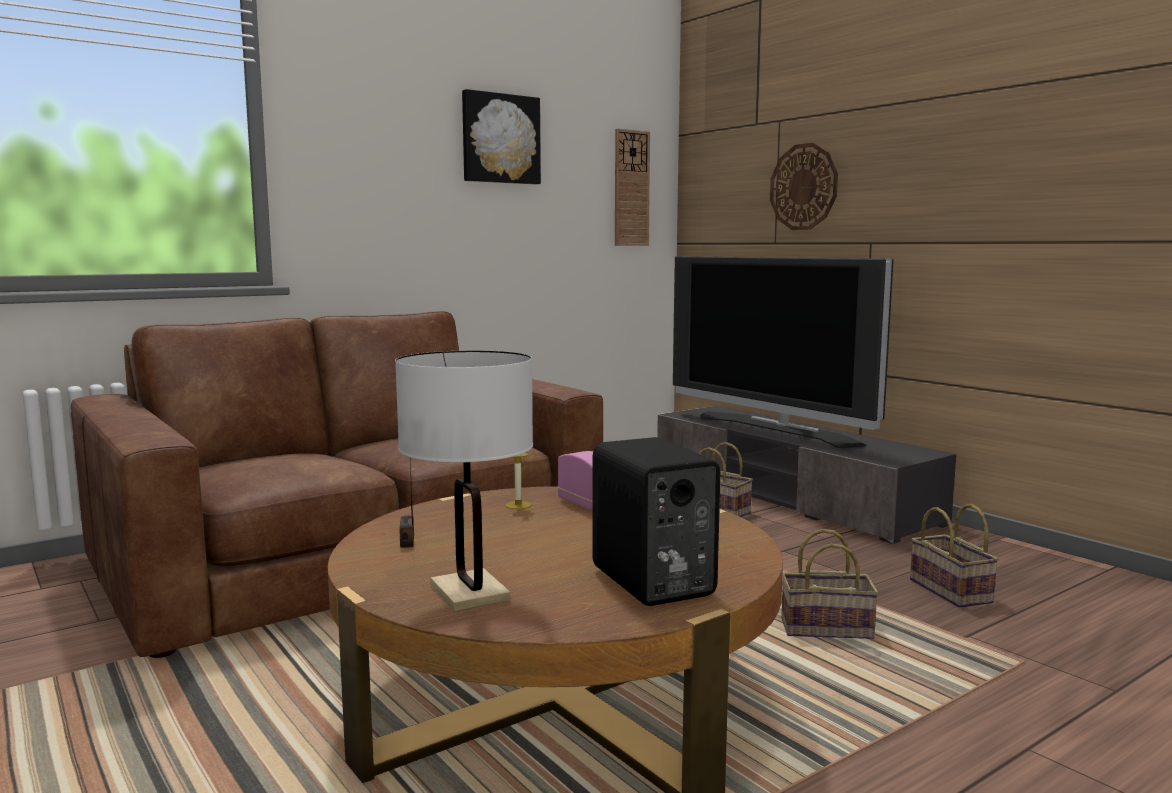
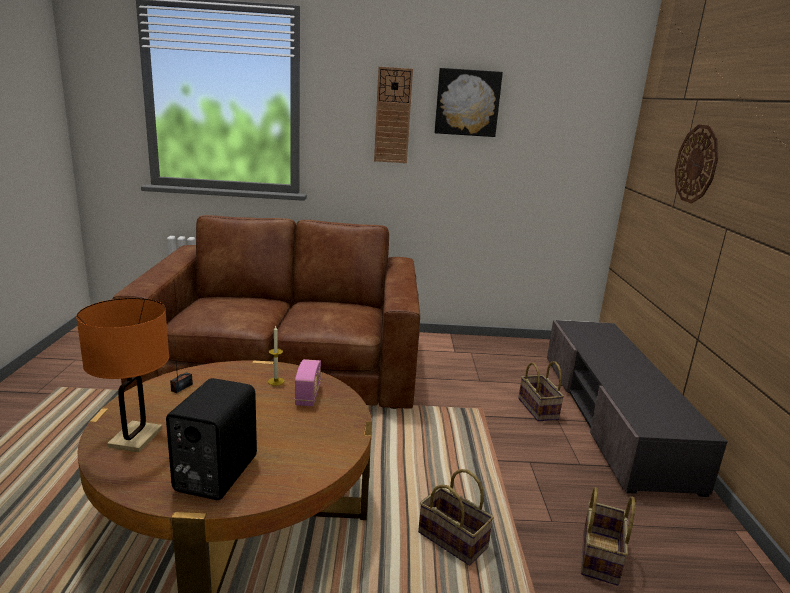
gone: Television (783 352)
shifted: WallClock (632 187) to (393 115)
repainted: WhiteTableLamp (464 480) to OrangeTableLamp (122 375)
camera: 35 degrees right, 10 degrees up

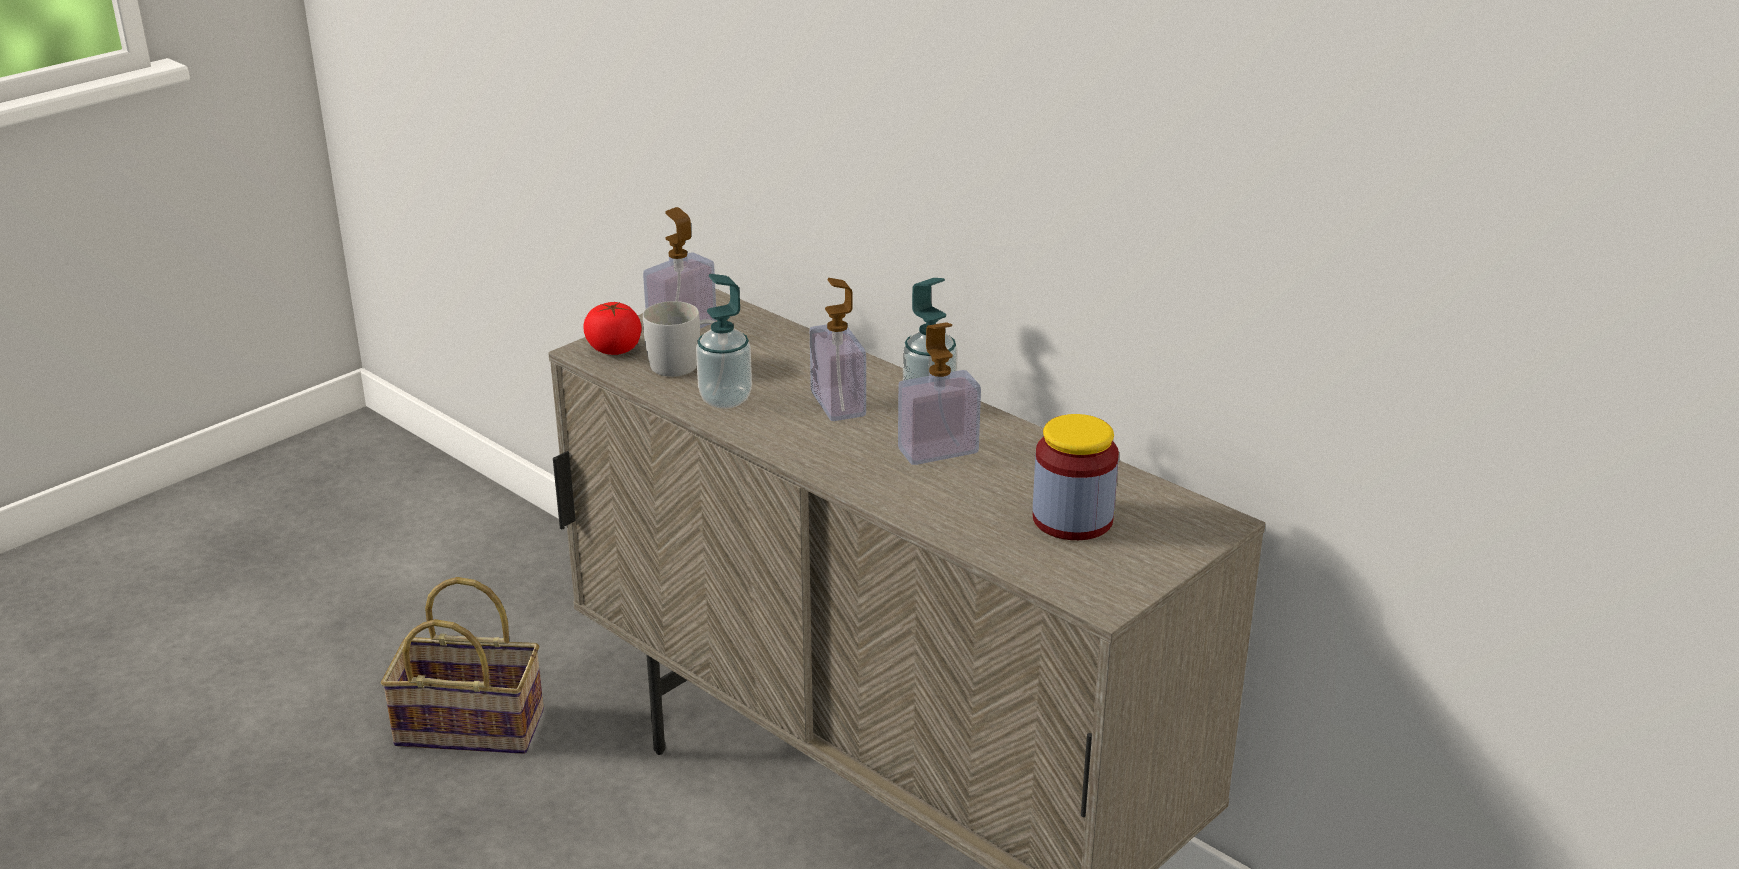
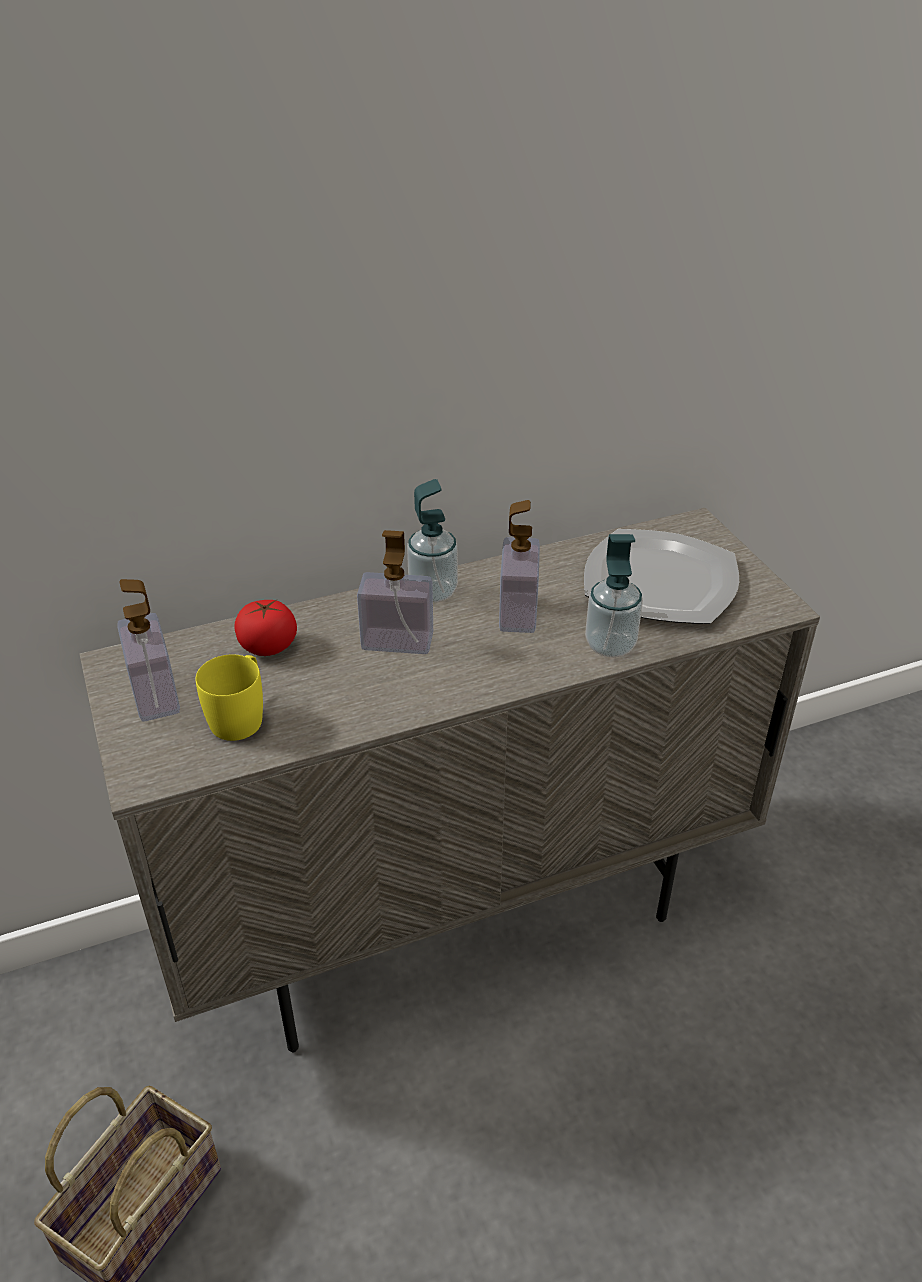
shifted: Tomato (613 328) to (265 628); SoapDispenser (724 341) to (614 596)
swapped: Jar (1076 477) to Plate (661 576)
repainted: WhiteMug (679 339) to YellowMug (229 697)
camera: 65 degrees left, 10 degrees up

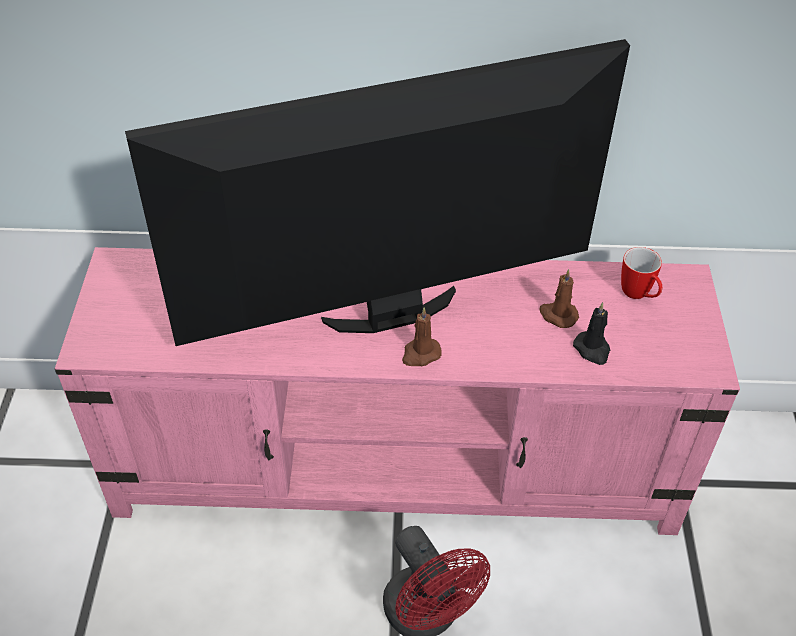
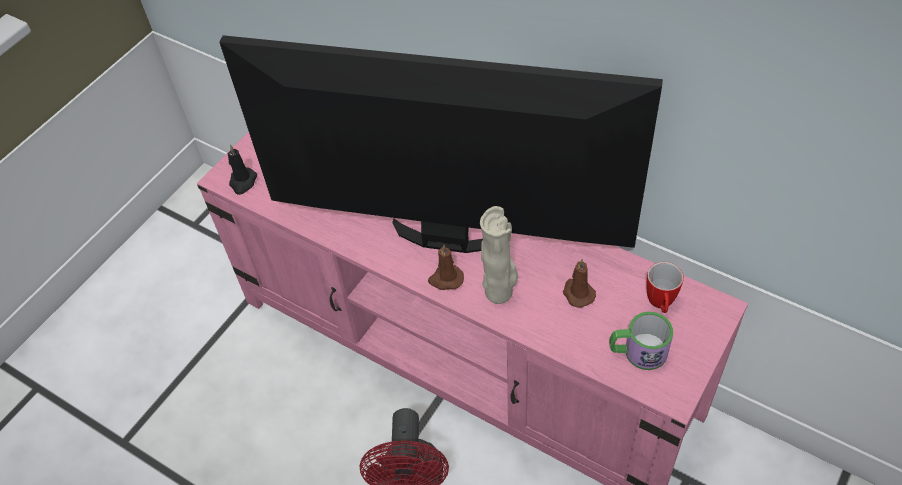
new: BeigeVase (499 255); Mug (641 341)
shifted: BlackCandle (591 333) to (242 170)
camera: 35 degrees right, 5 degrees up

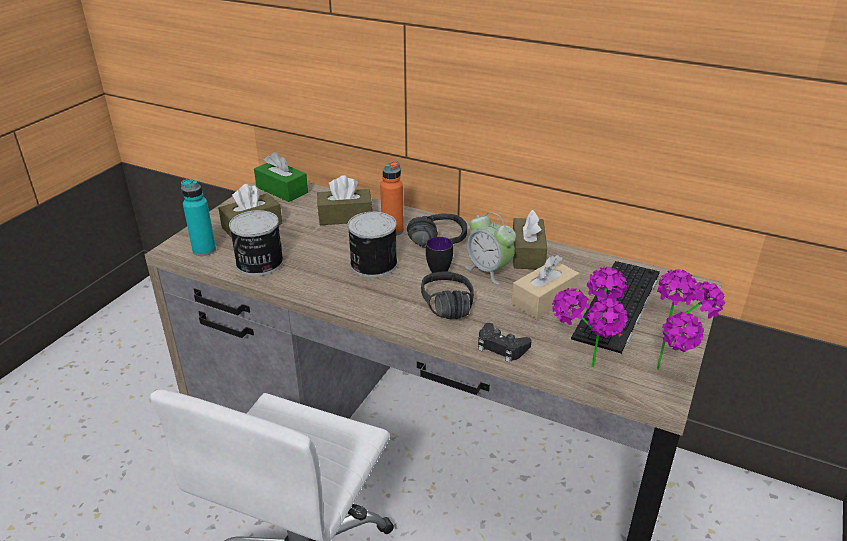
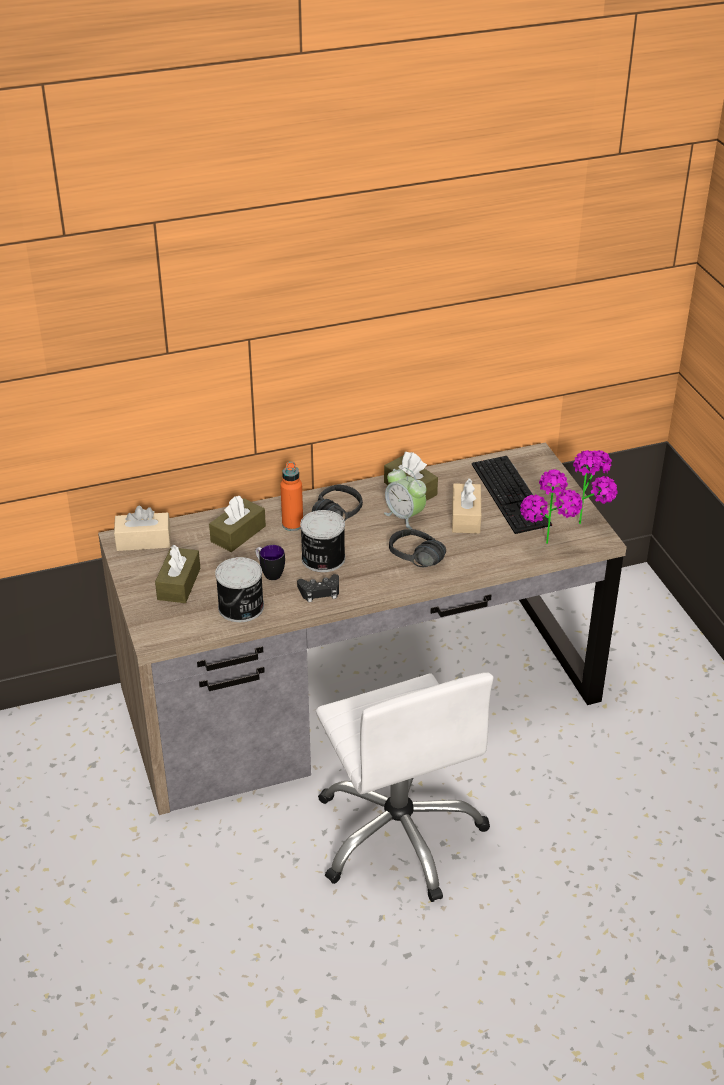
gone: TurquoiseBottle (198 217)
shifted: Mug (439 255) to (270 562); BlackGameController (505 343) to (318 588)
repainted: GreenTissueBox (281 177) to BeigeTissueBox (142 528)
rotated: AlarmClock (490 248) = (405 498) 45 degrees clockwise
camera: 45 degrees left, 5 degrees up

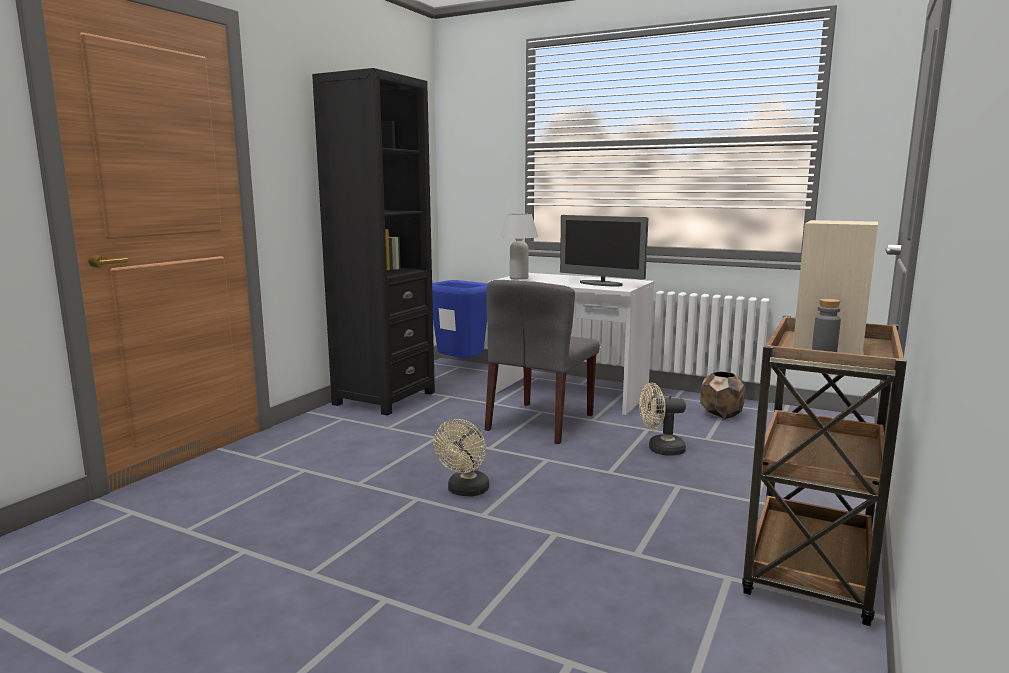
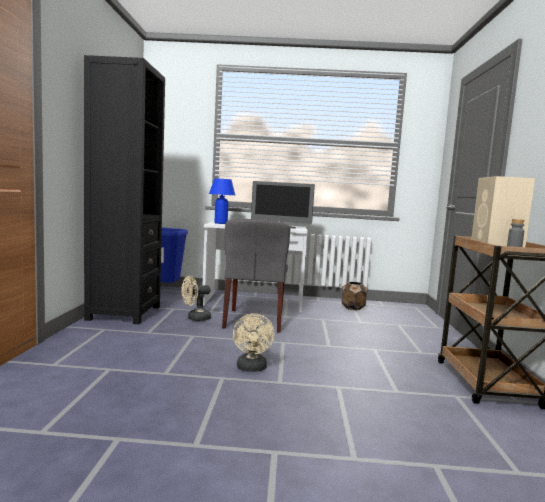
shifted: BeigeFan (662 419) to (196 298)
repainted: WhiteTableLamp (519 247) to BlueTableLamp (222 201)
camera: 25 degrees left, 5 degrees down

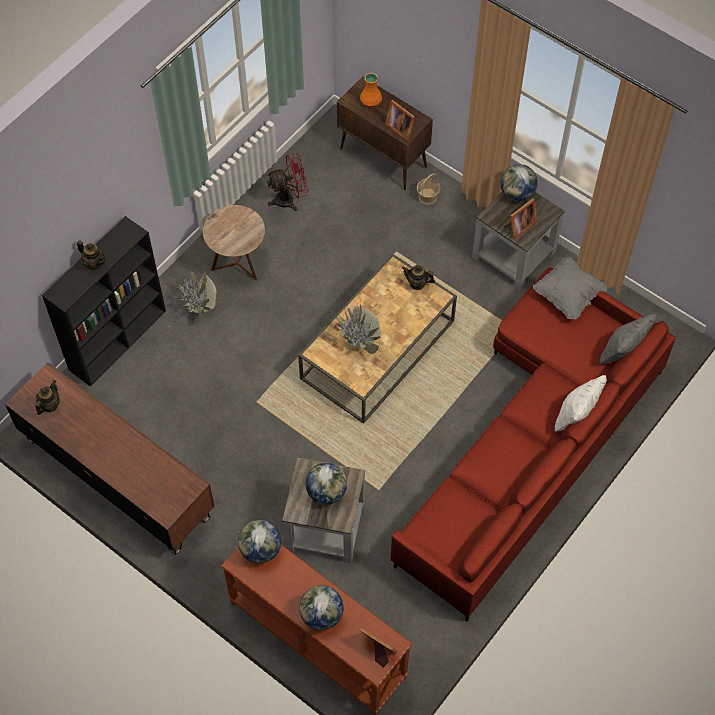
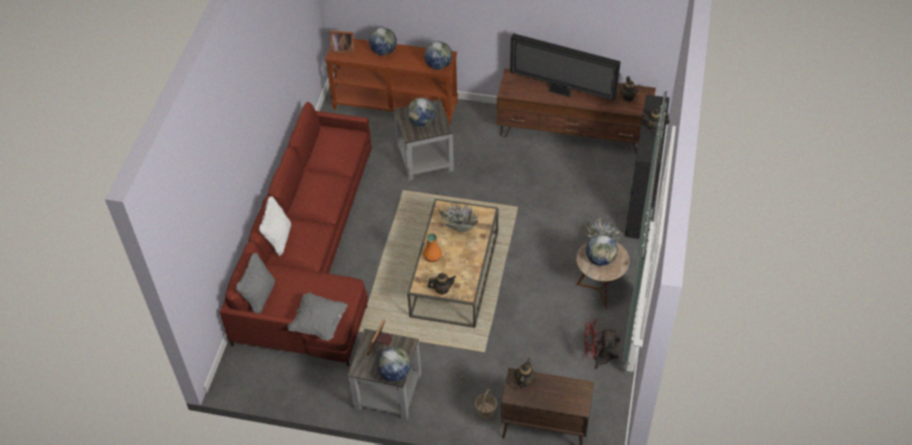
new: Television (565 66); Globe (602 250)
shifted: OrangeVase (371 90) to (432 247)
swapped: PictureFrame (400 120) to Teapot (525 374)
rotated: RedFan (288 182) = (602 344) 45 degrees clockwise
camera: 155 degrees right, 10 degrees down

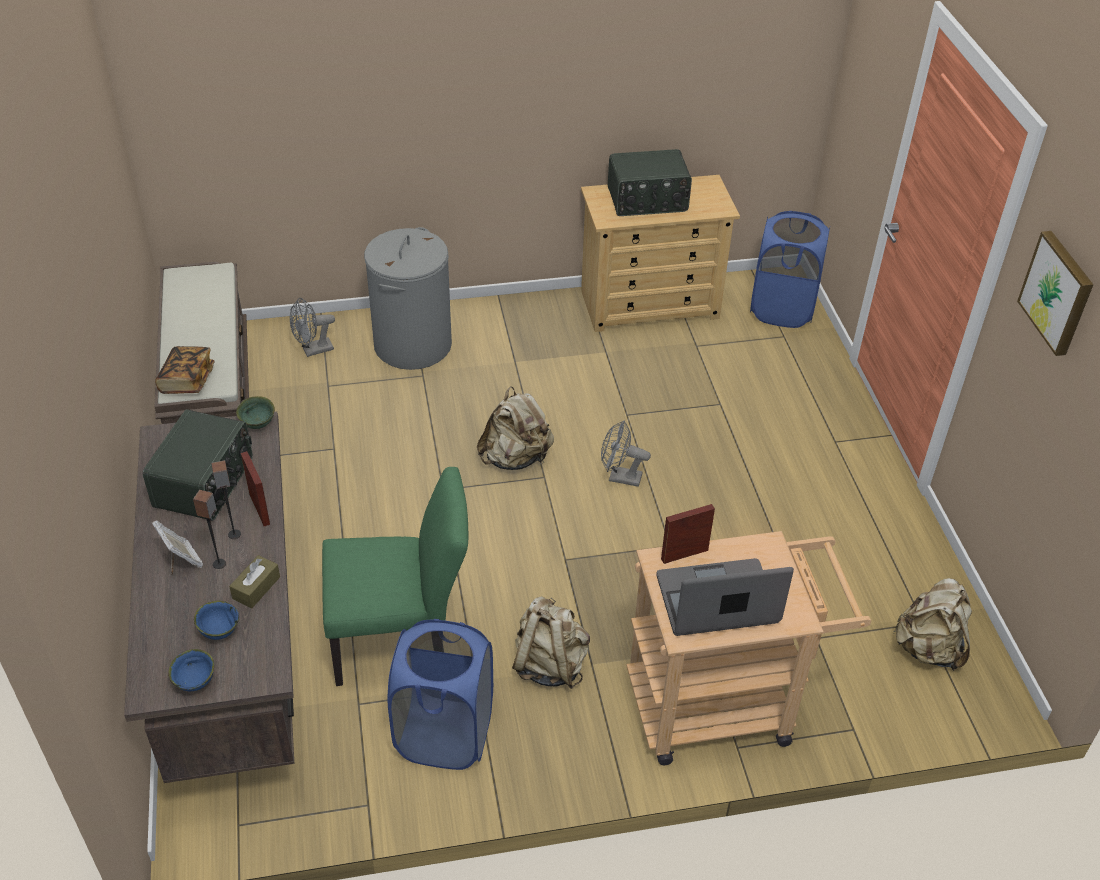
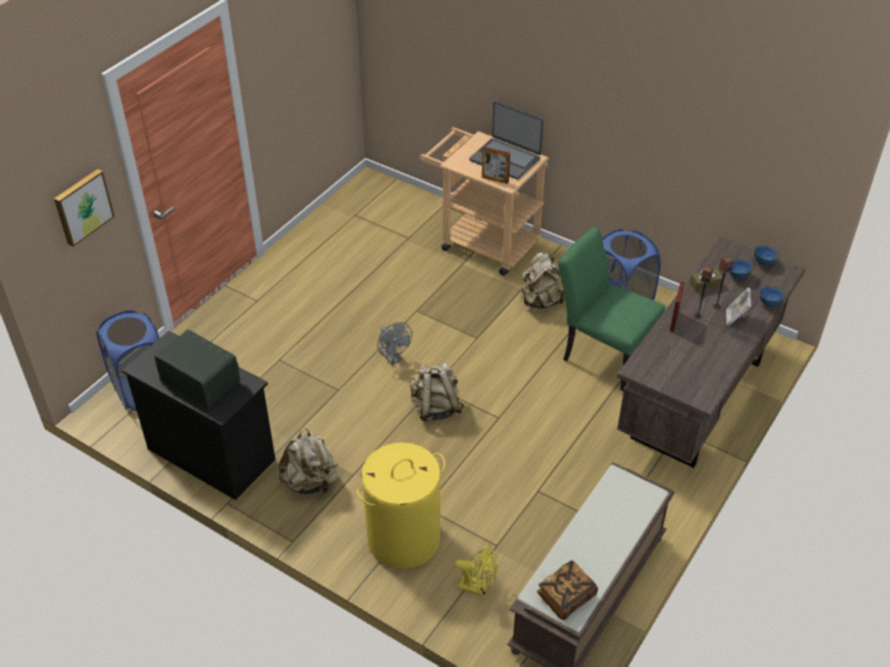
gone: Radio (198 465); GreenBowl (255 412)
new: BlueBowl (772 296)
shifted: Picture (1055 293) to (84 208); BeigeBackpack (932 624) to (308 461); Book (184 370) to (567 590)
repainted: BeigeDresser (660 253) to BlackDresser (198 415); GreyLaundryBasket (408 298) to YellowLaundryBasket (401 505); GreyFan (312 327) to YellowFan (476 571)
camera: 135 degrees left, 0 degrees up

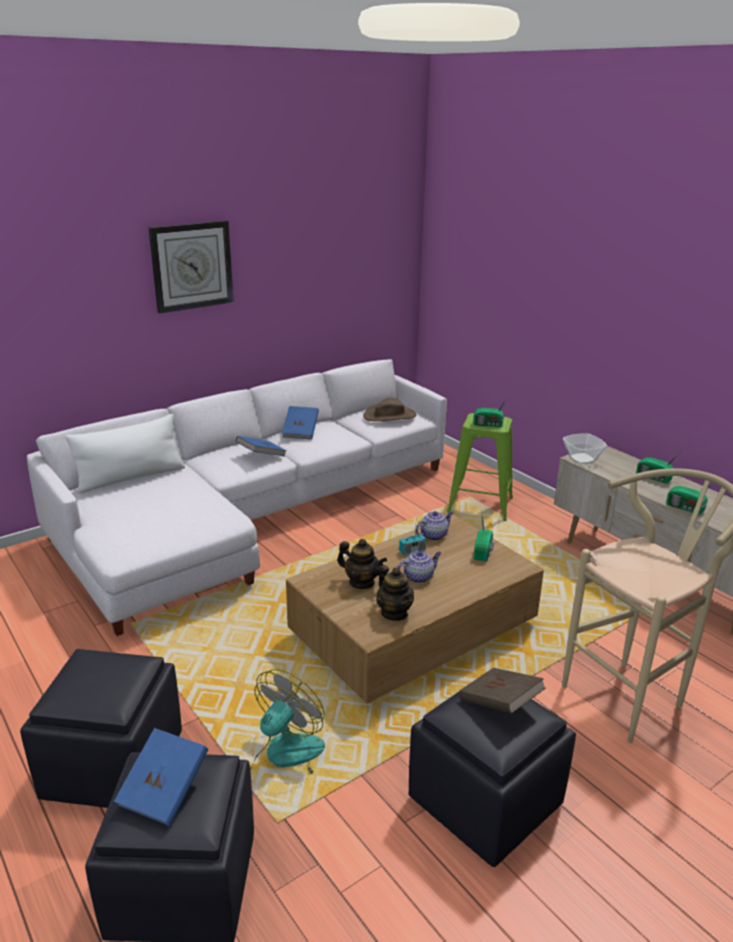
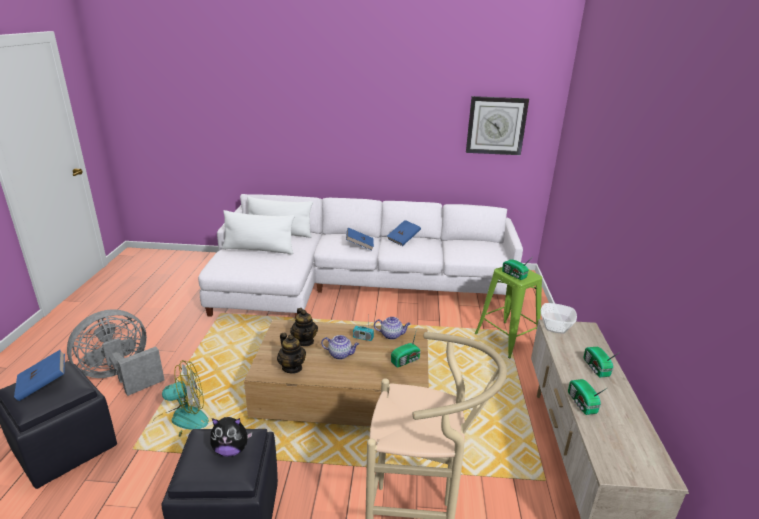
gone: BrownHat (390 409)
new: WhitePillow (258 232)
shifted: WallClock (191 266) to (497 125)
swapped: BlackOttoman (101 728) to GreyFan (116 352); BrownBook (502 690) to PlushToy (231 437)
rotated: Teapot (395 593) = (291 353) 45 degrees counterclockwise
camera: 40 degrees right, 0 degrees up

